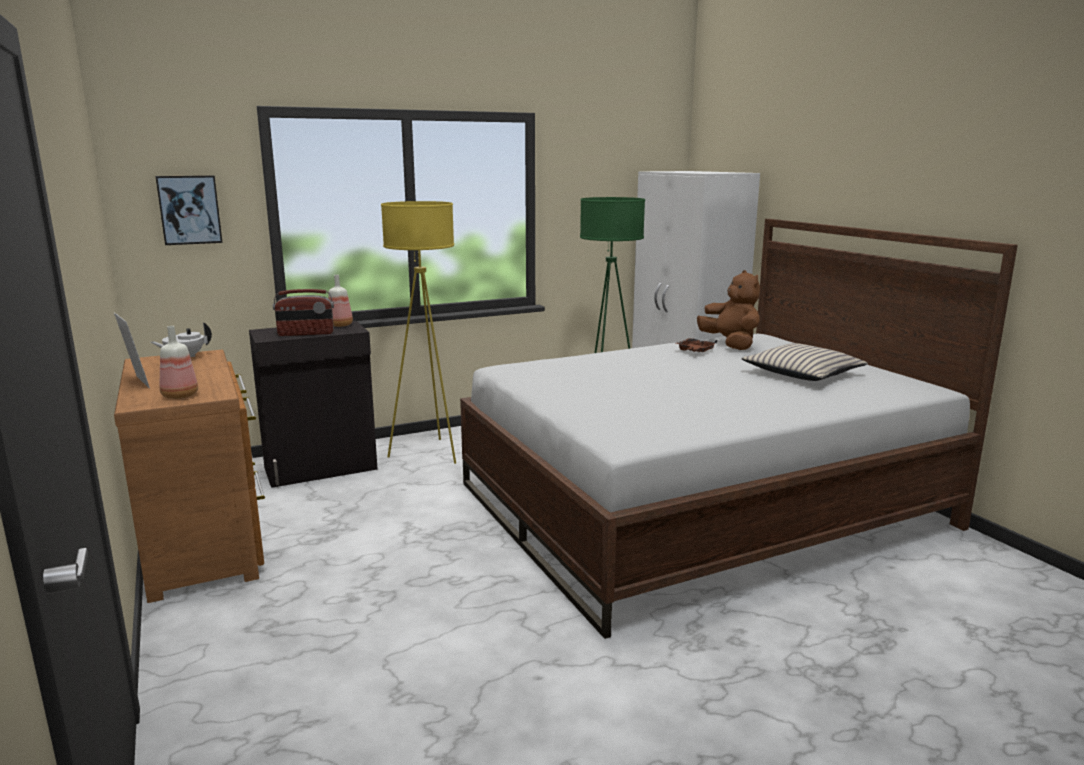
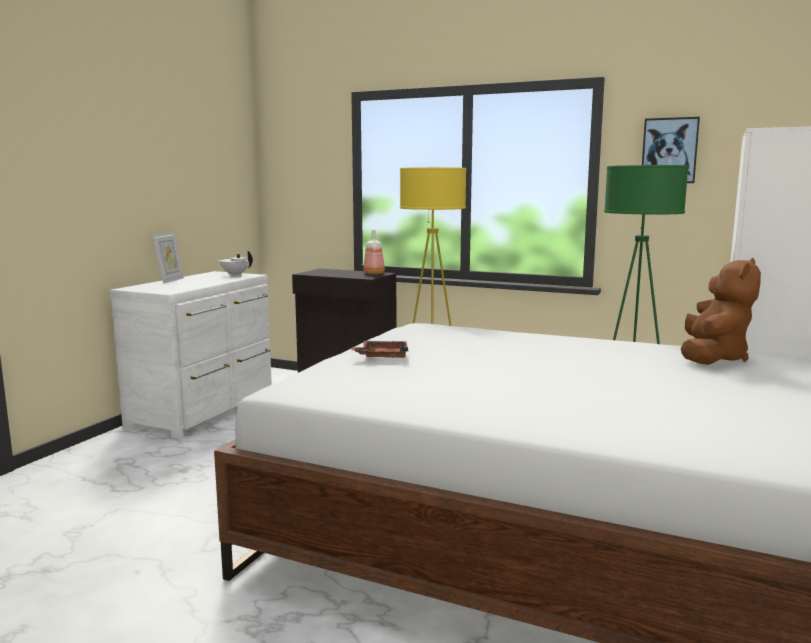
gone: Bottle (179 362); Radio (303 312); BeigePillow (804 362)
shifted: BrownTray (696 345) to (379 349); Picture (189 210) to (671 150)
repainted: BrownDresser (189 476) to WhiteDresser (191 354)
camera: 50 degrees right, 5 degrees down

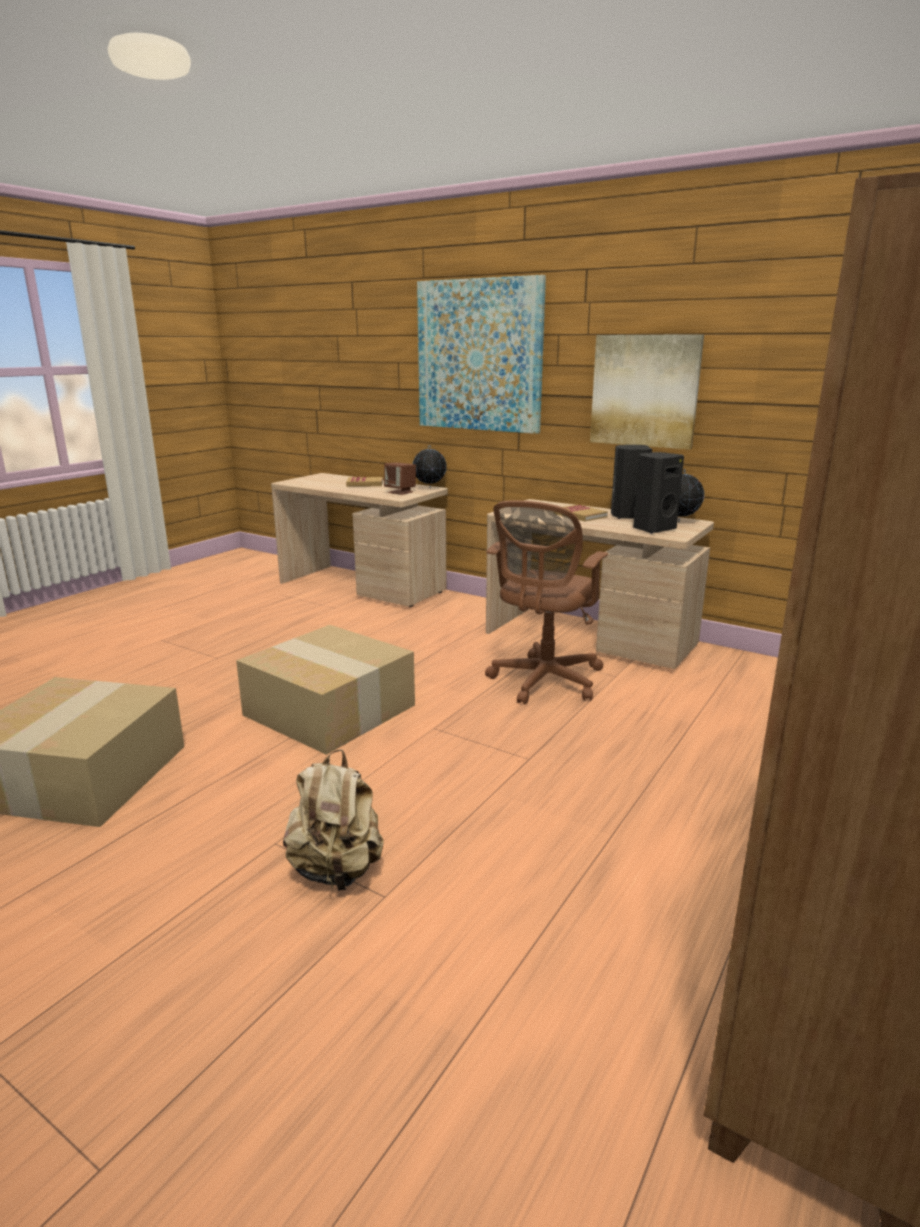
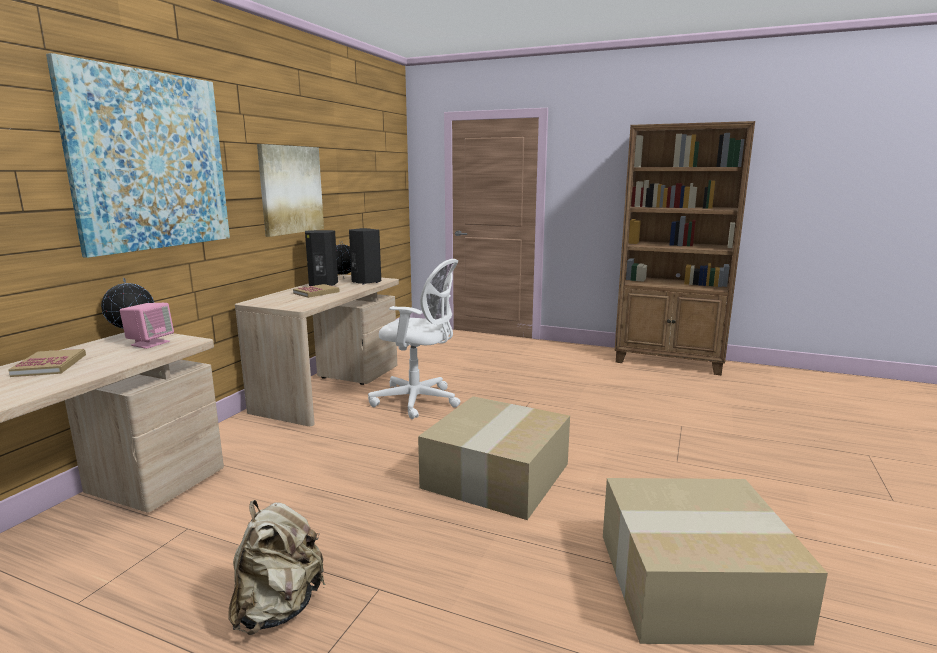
shifted: BeigeBackpack (333 820) to (277 567)
repainted: BrownSpeaker (400 479) to PinkSpeaker (147 326); BrownOfficeChair (546 602) to WhiteOfficeChair (414 339)
camera: 100 degrees left, 5 degrees down

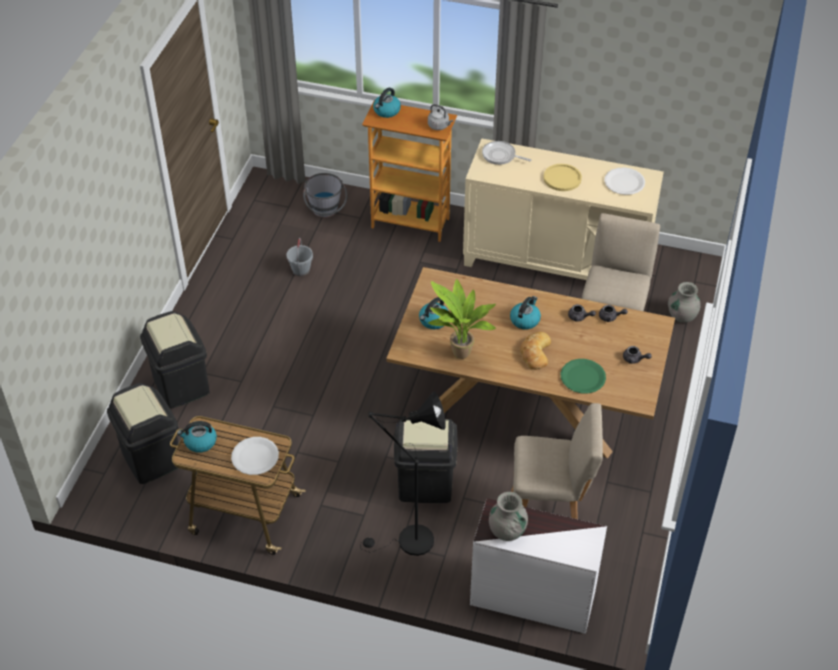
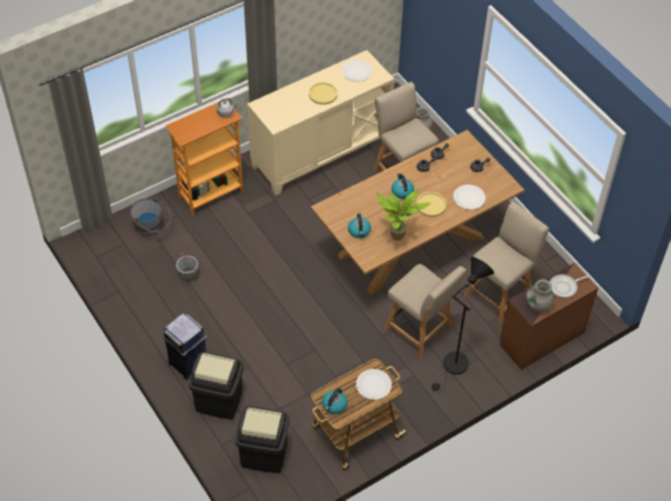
gone: Kettle (387 103)
new: BlueTrashCan (184 346)
shifted: FryingPan (506 153) to (569 286)
swapped: BlackTrashCan (426 461) to BeigeChair (425 311); Bread (535 351) to YellowPlate (431 204)
repainted: GreenPlate (583 376) to WhitePlate (469 197); WhiteDresser (538 566) to BrownDresser (549 316)
camera: 50 degrees left, 5 degrees up

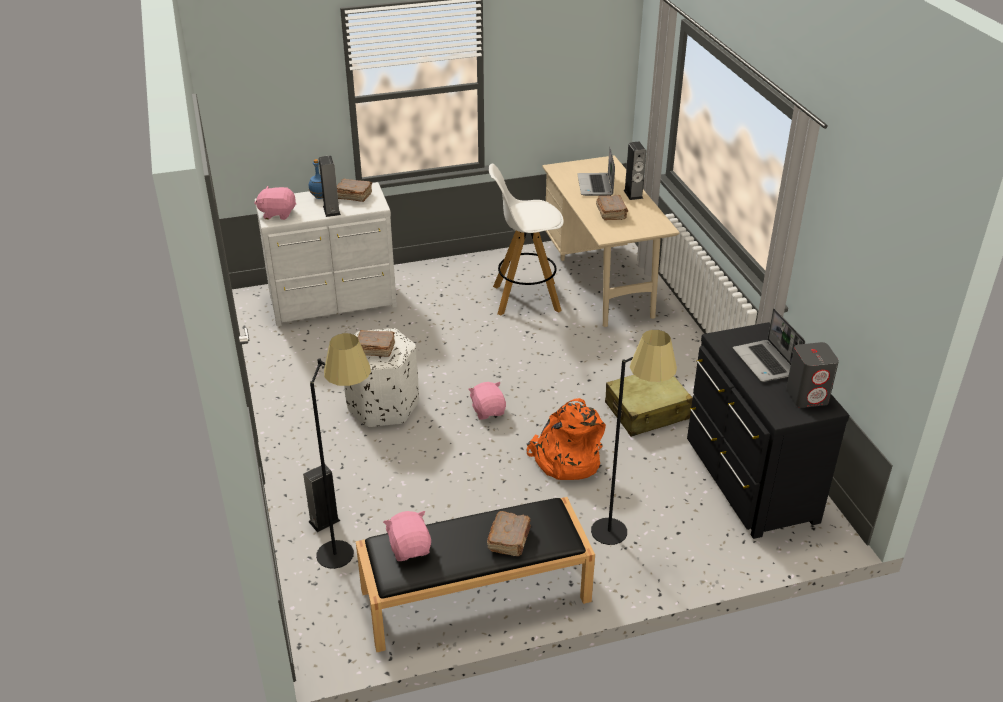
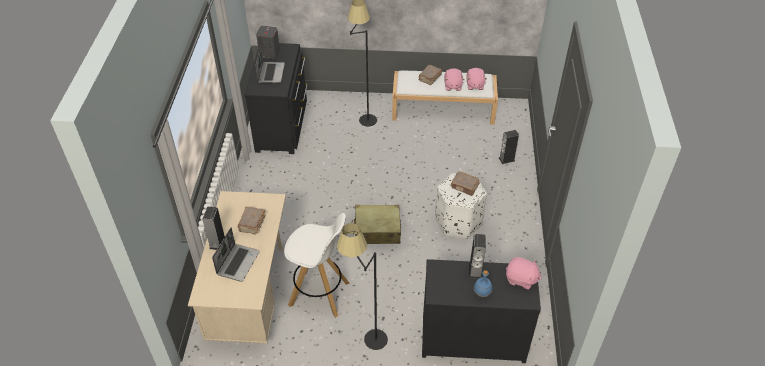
gone: BrownBook (354 190); OrangeBackpack (566 439)
shifted: BlackFloorLamp (340 451) to (362 286); BeigeSuitcase (649 406) to (376 224); PinkPlushToy (487 401) to (454 79)
repainted: BlackBench (475 574) to WhiteBench (445 98); WhiteDresser (326 254) to BlackDresser (481 311)
camera: 160 degrees left, 10 degrees up

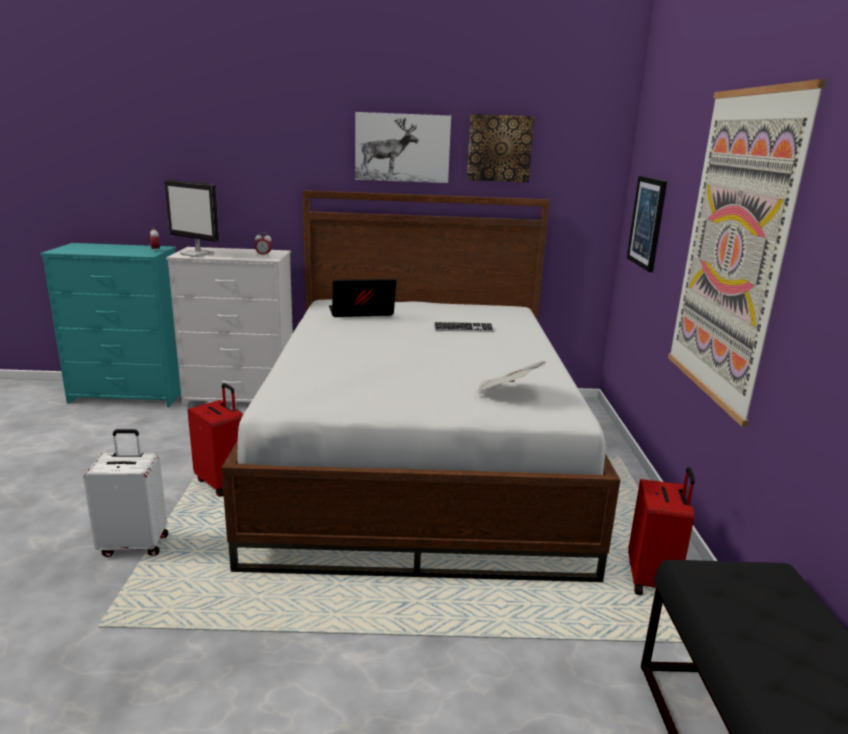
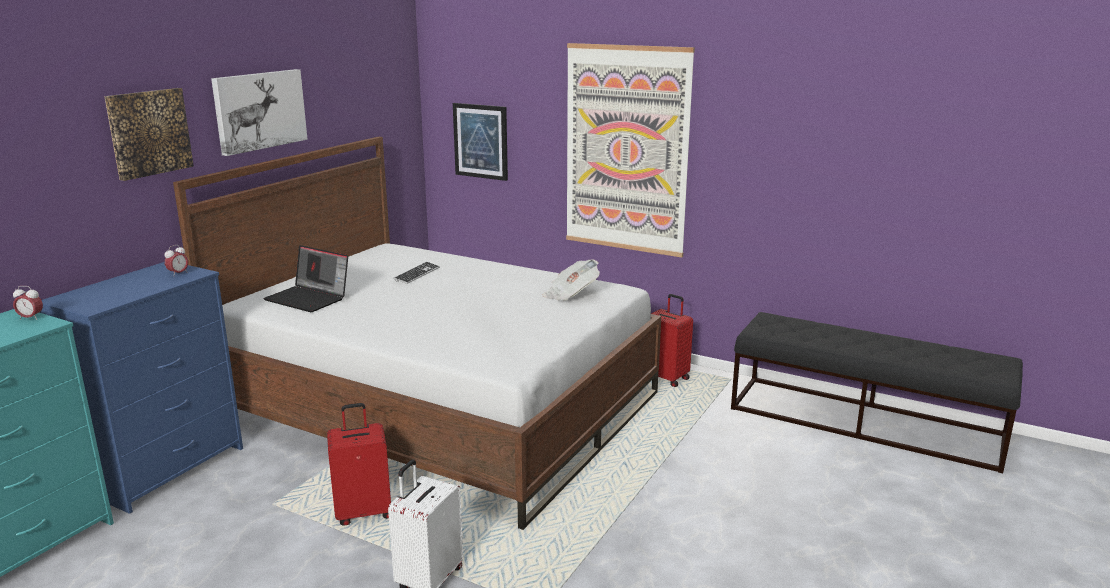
gone: Monitor (192 218)
shifted: Picture (501 148) to (149 134)
repainted: WhiteDresser (229 327) to BlueDresser (141 388)
rotated: Laptop (362 298) = (305 278) 75 degrees counterclockwise
camera: 60 degrees left, 0 degrees up

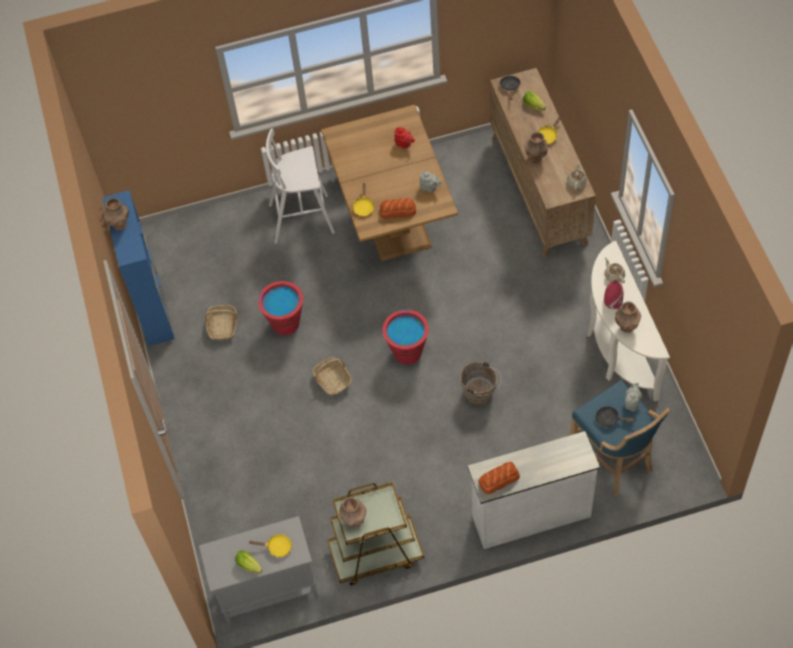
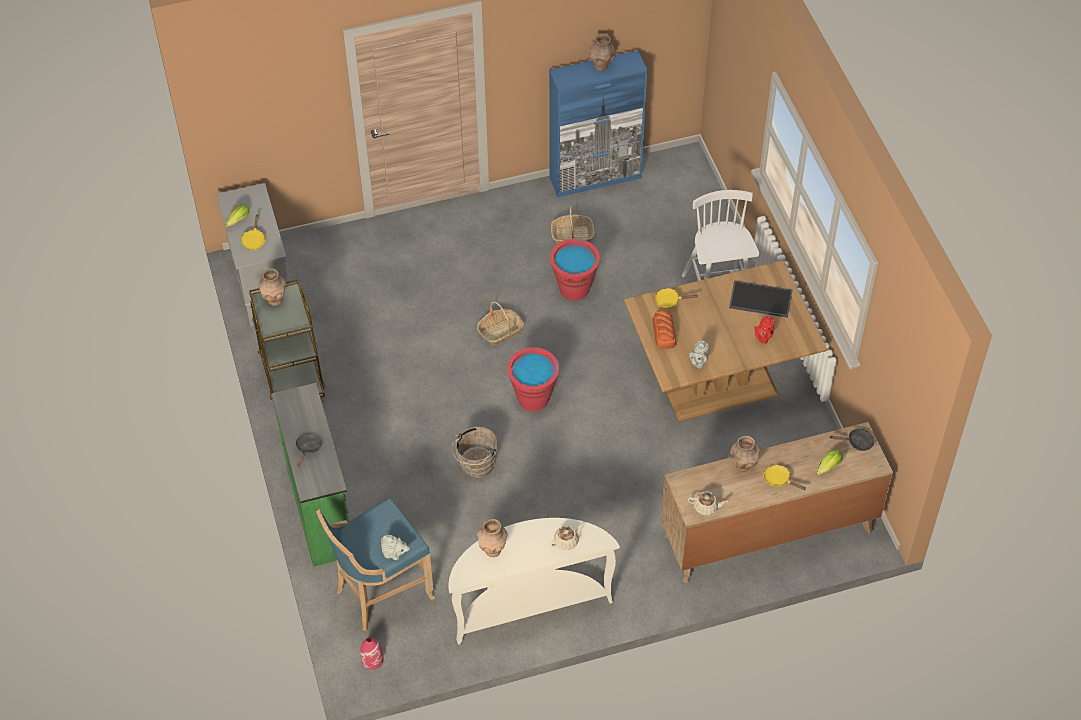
gone: Bread (499 478)
new: Tray (761 299)
shifted: BlackFryingPan (615 416) to (309 450); RedVase (614 294) to (372 653)
repainted: WhiteDresser (534 490) to GreenDresser (310 475)
camera: 85 degrees right, 5 degrees down

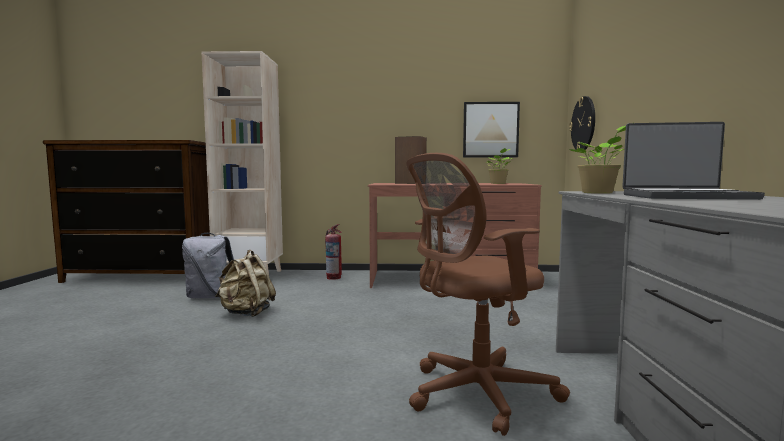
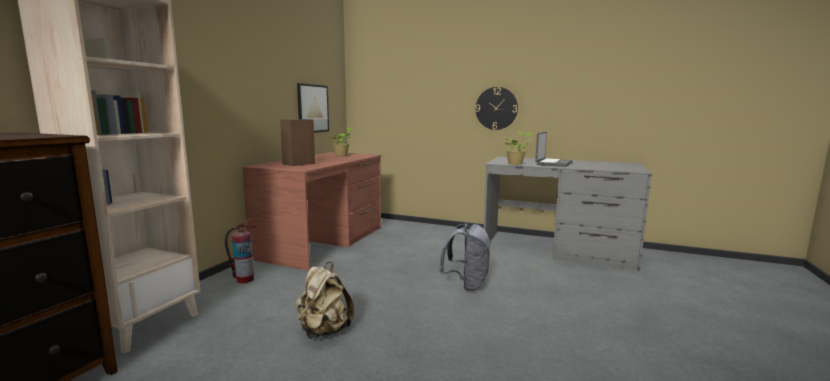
gone: BrownOfficeChair (488 294)
shifted: GreyBackpack (208 265) to (465 257); WallClock (582 123) to (496 108)
camera: 70 degrees left, 5 degrees up

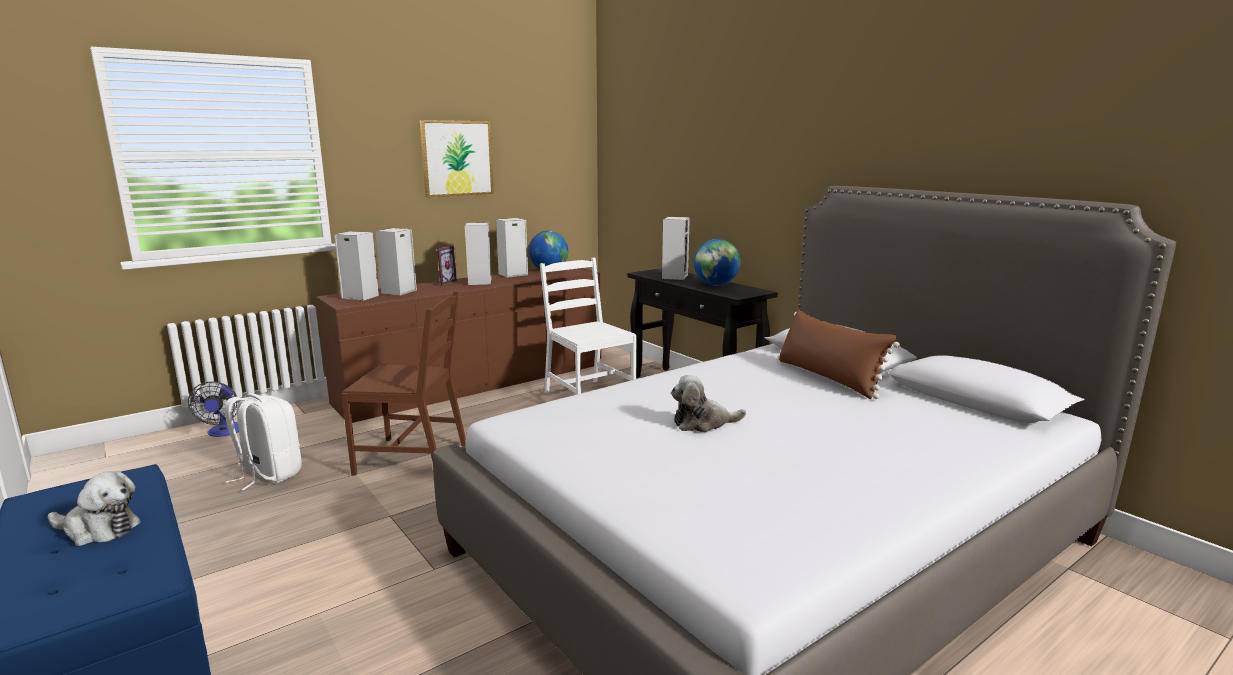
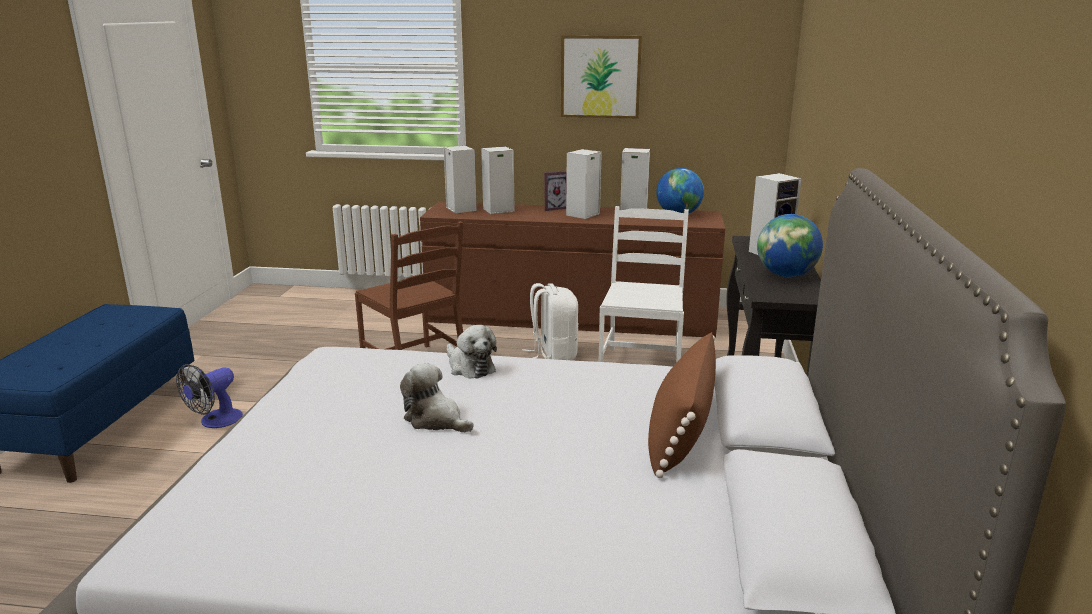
shifted: Fan (213 409) to (209 396); PlushToy (94 508) to (472 352); WhiteBackpack (262 442) to (550 321)
camera: 45 degrees right, 5 degrees up

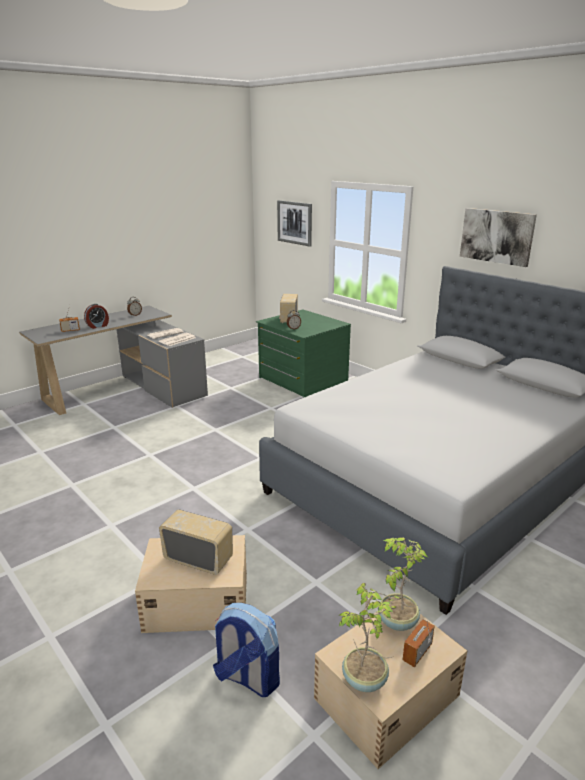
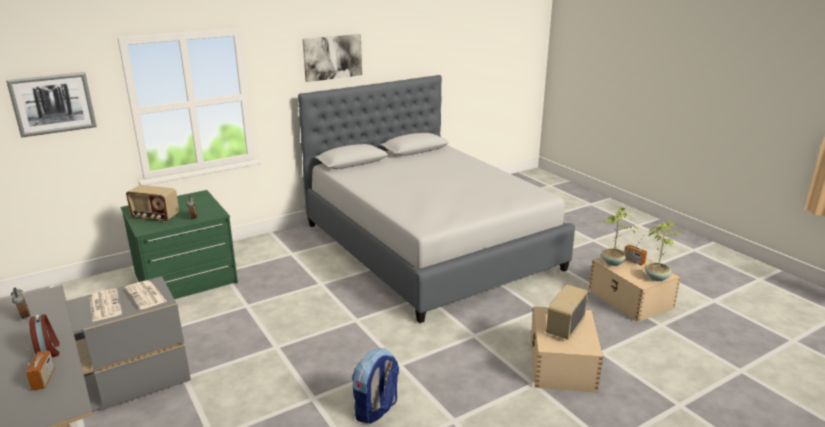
shifted: Backpack (246 650) to (375 386)
camera: 80 degrees left, 0 degrees up

